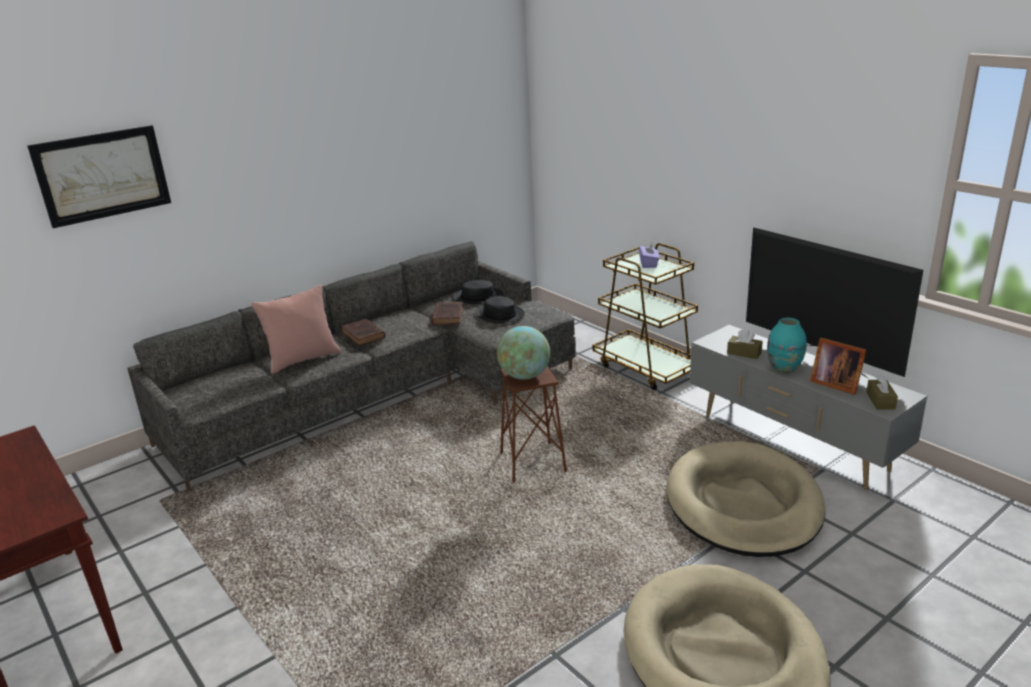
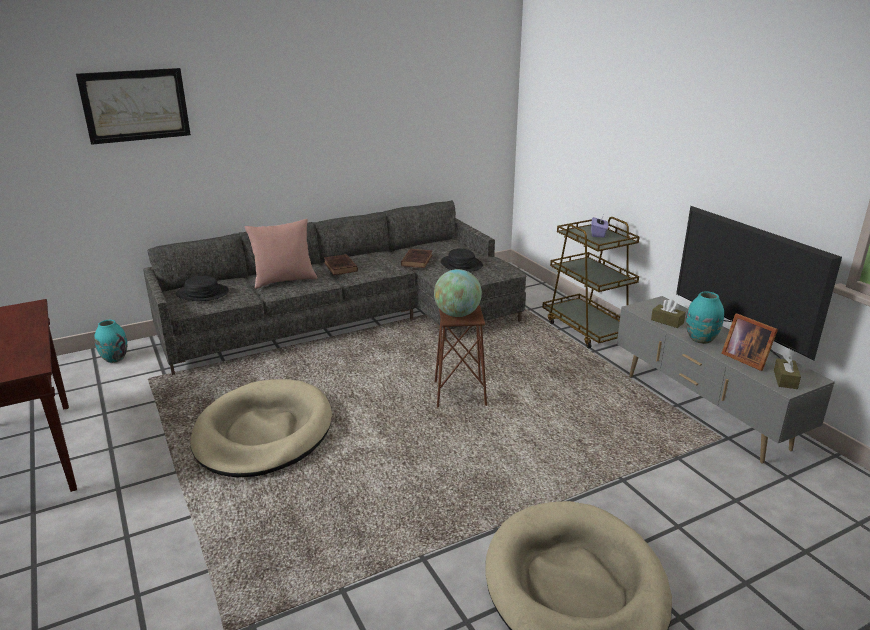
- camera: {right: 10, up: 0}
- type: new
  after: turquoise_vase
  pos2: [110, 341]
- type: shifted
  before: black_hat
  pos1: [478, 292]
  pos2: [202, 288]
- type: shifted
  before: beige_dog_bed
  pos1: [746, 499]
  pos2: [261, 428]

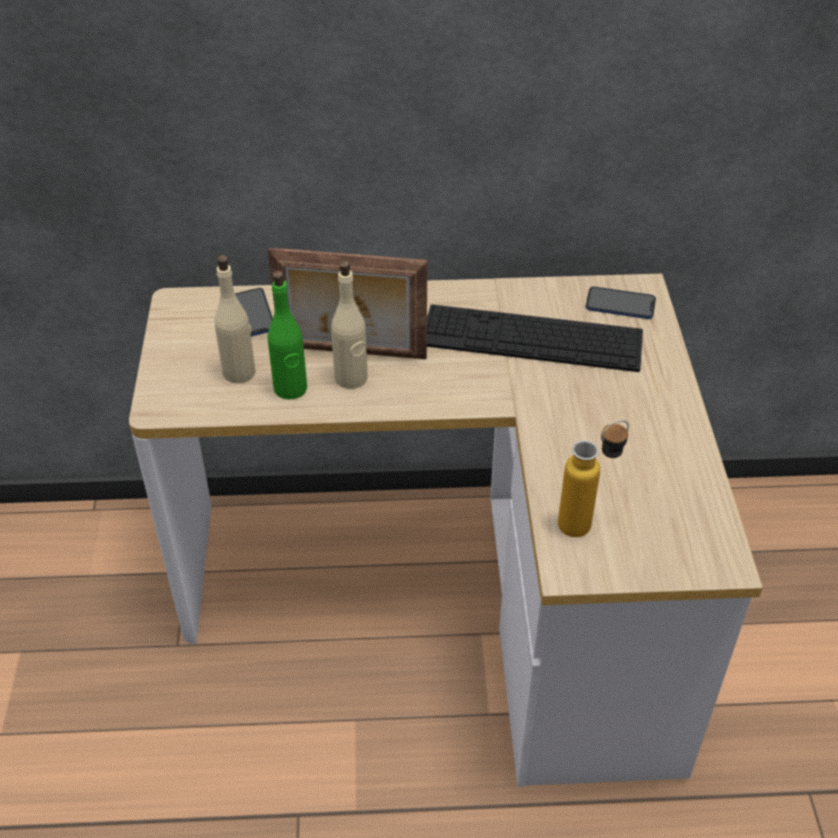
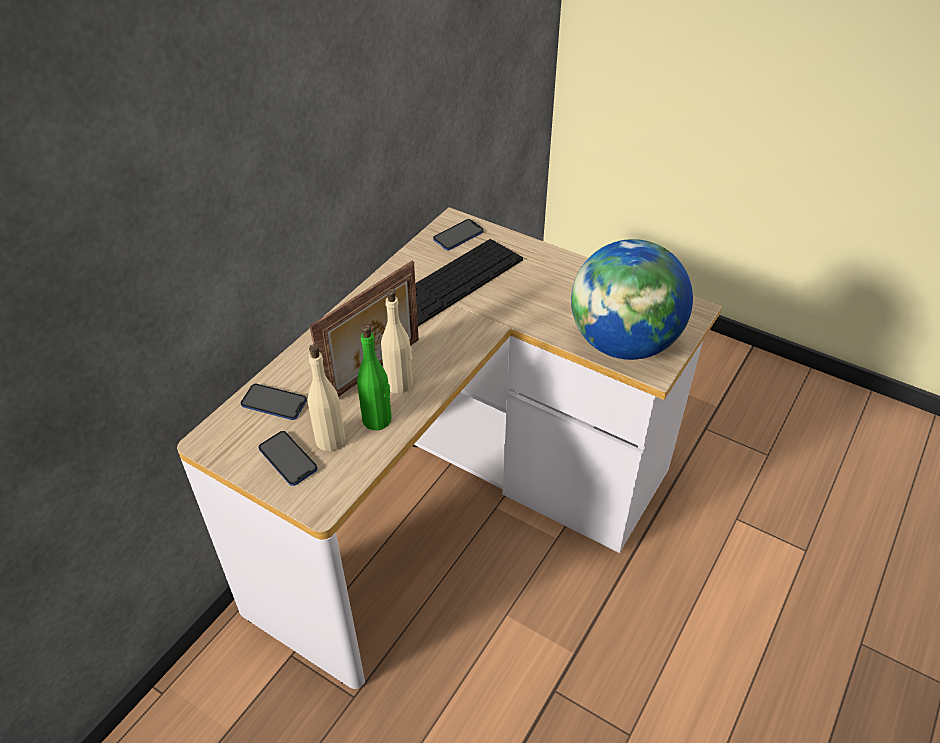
- camera: {right: -55, up: 0}
- type: new
  after: phone
  pos2: [288, 458]
- type: swapped
  before: bottle
  after: globe
  pos1: [593, 478]
  pos2: [632, 299]

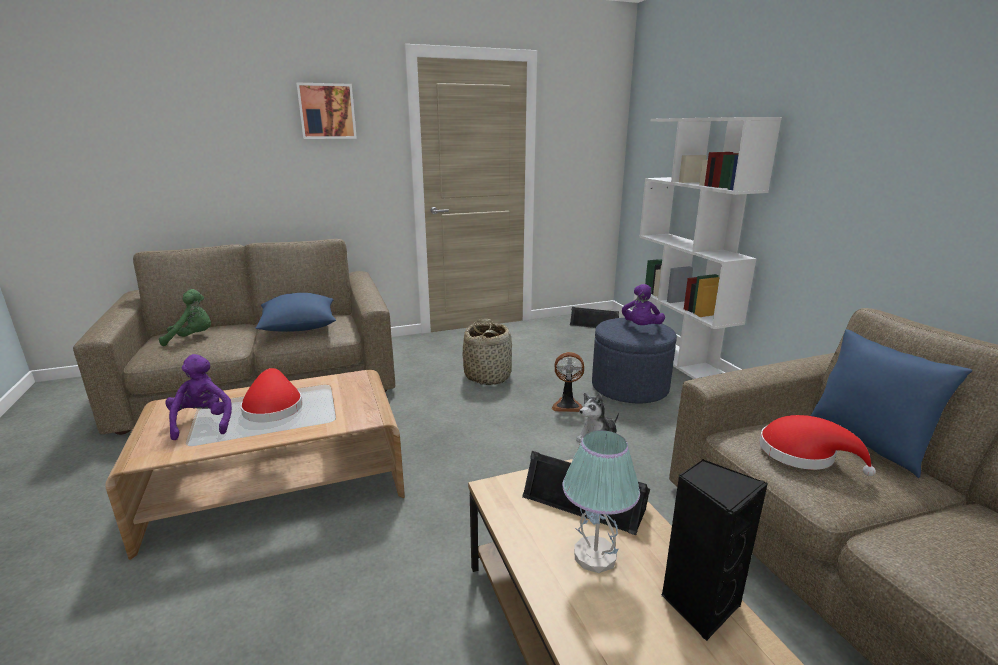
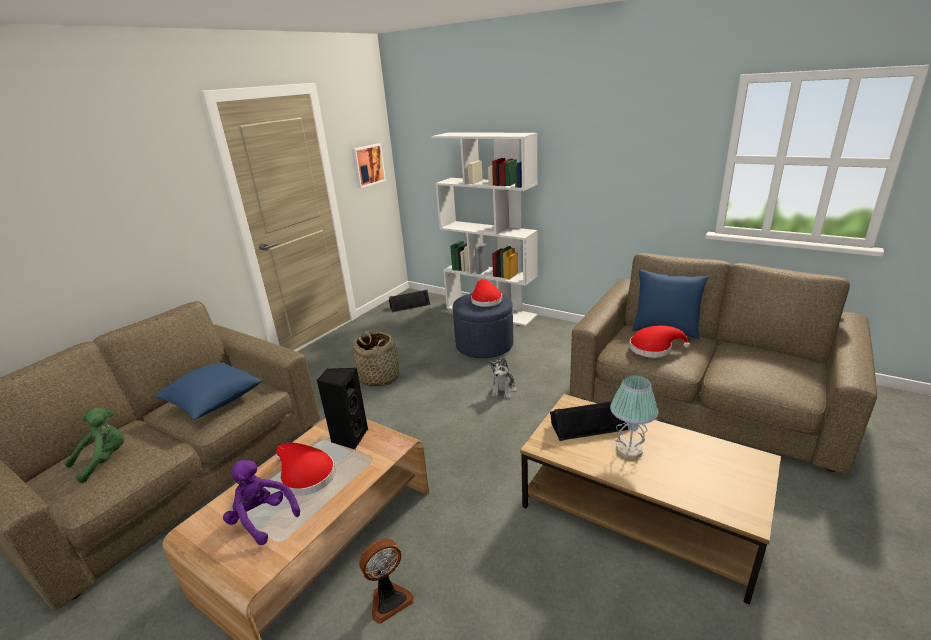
- camera: {right: -35, up: 5}
- type: shifted
  before: black_speaker
  pos1: [714, 550]
  pos2: [342, 409]
- type: shifted
  before: picture
  pos1: [326, 110]
  pos2: [369, 166]
- type: shifted
  before: fan
  pos1: [568, 382]
  pos2: [386, 581]
- type: swapped
  before: purple_plush_toy
  after: red_hat
  pos1: [643, 304]
  pos2: [486, 293]

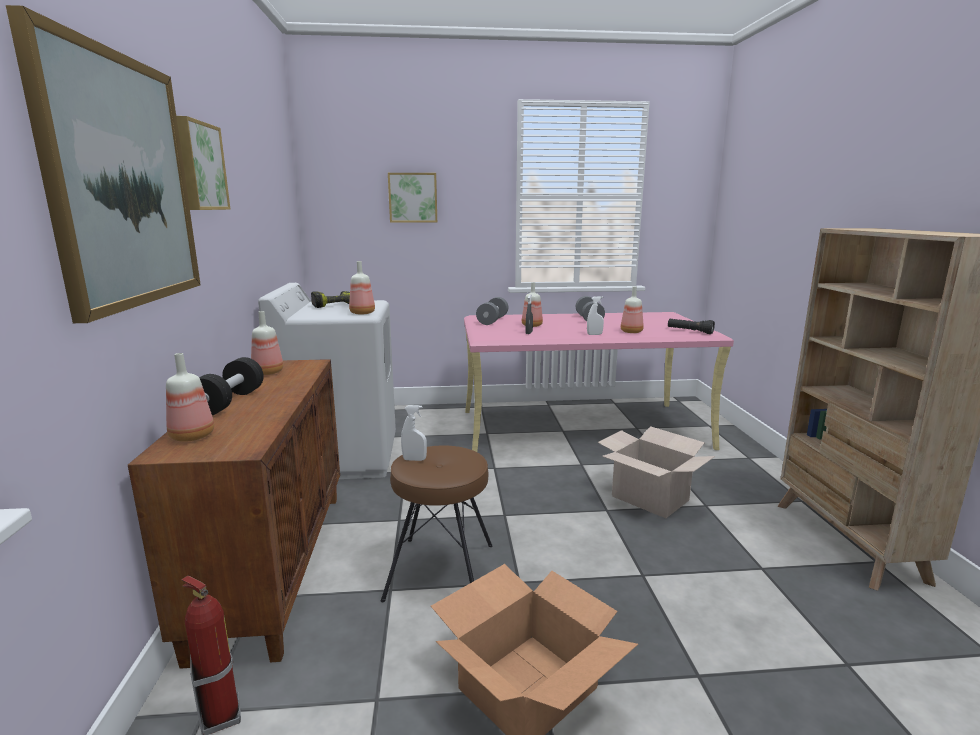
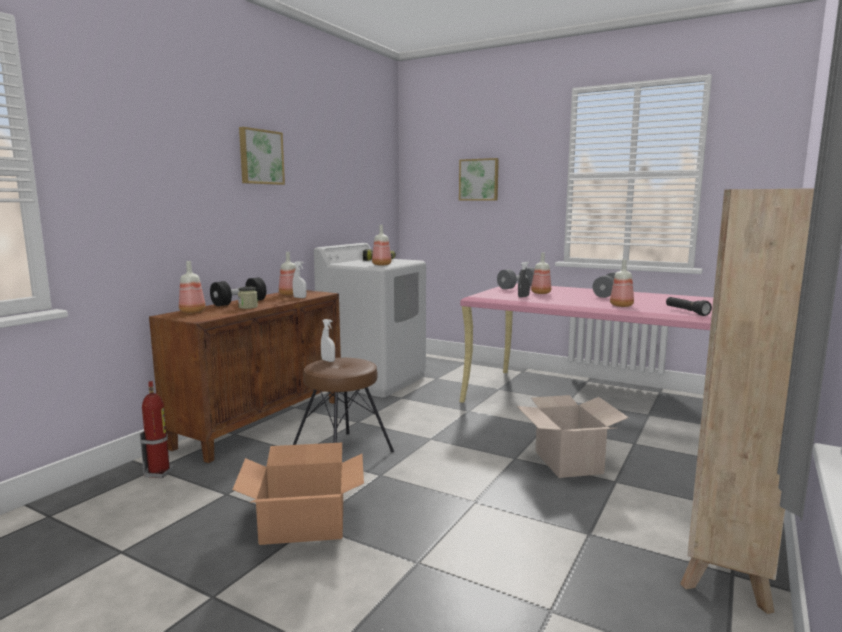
- camera: {right: 35, up: -5}
- type: new
  after: jar
  pos2: [248, 298]
- type: shifted
  before: white_spray_bottle
  pos1: [595, 315]
  pos2: [300, 279]
- type: gone
  before: picture
  pos1: [103, 164]

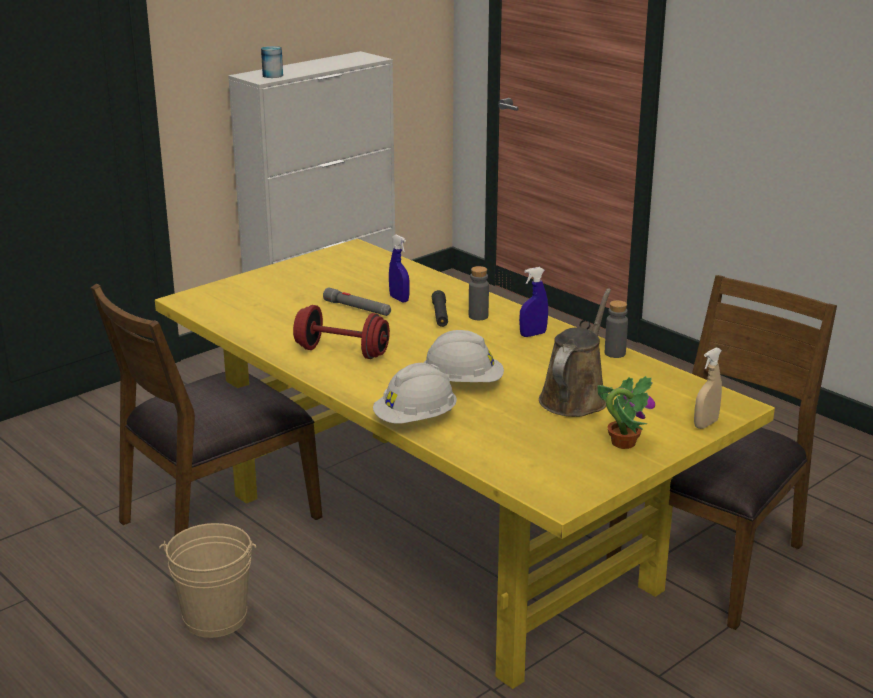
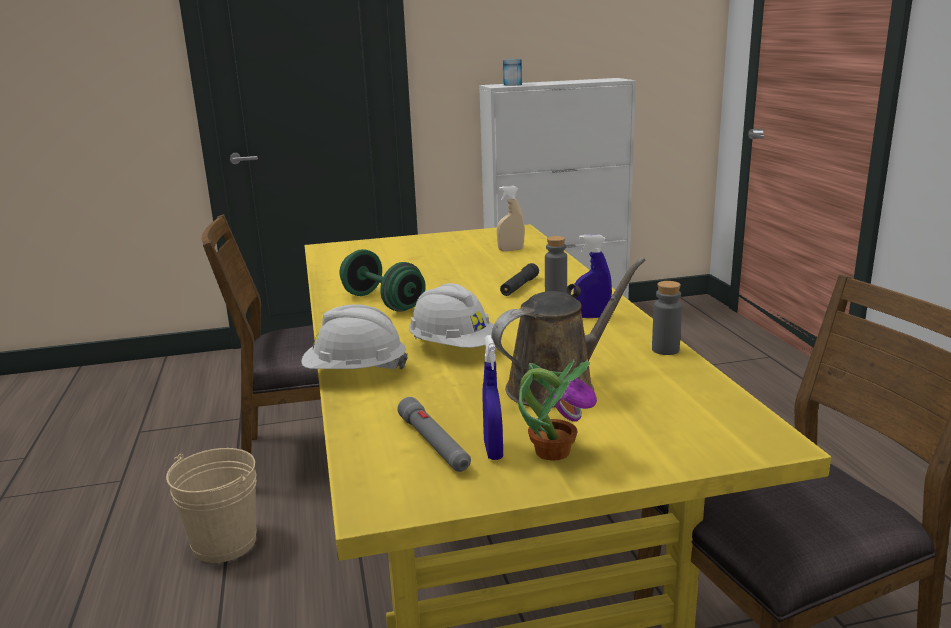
- camera: {right: 30, up: -5}
- type: repainted
  before: red_dumbbell
  after: green_dumbbell
  pos1: [341, 332]
  pos2: [383, 280]
- type: shifted
  before: grey_flashlight
  pos1: [357, 301]
  pos2: [434, 434]
- type: shifted
  before: blue_spray_bottle
  pos1: [399, 268]
  pos2: [493, 397]
- type: shifted
  before: beige_spray_bottle
  pos1: [708, 388]
  pos2: [511, 218]

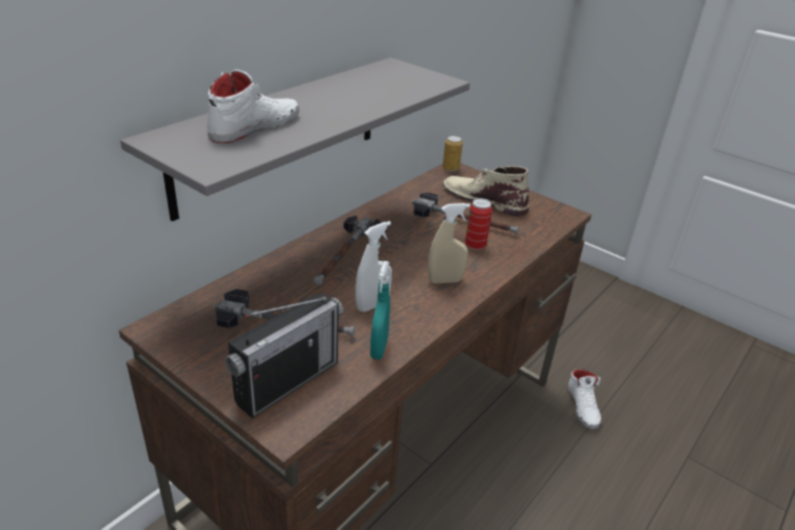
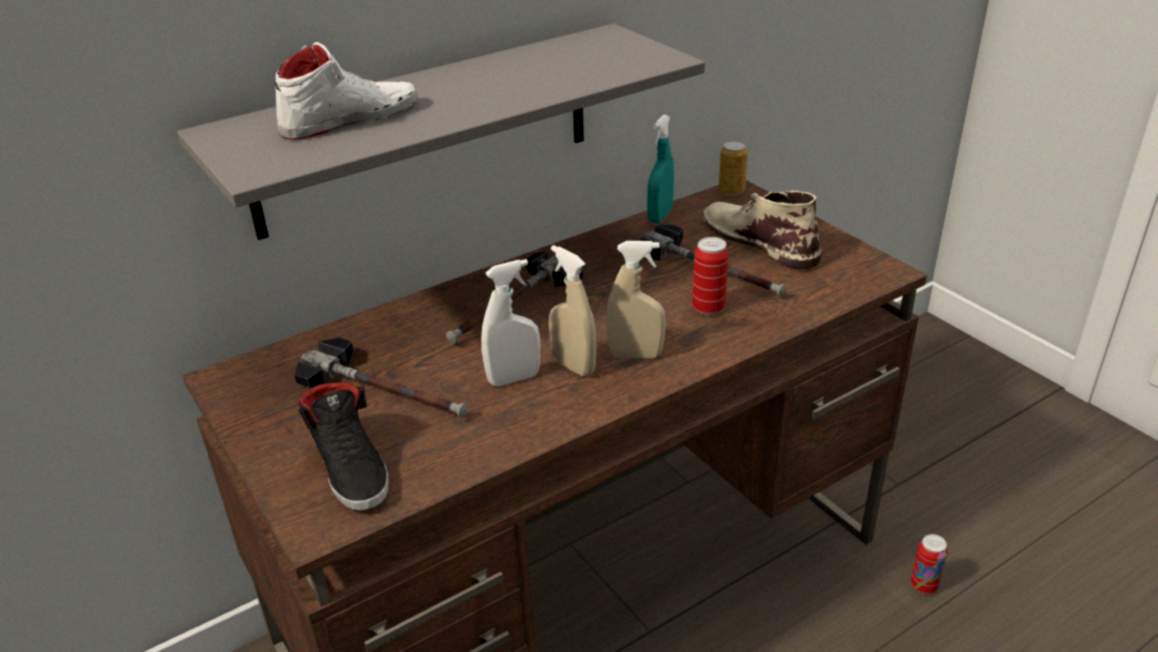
- camera: {right: 20, up: 0}
- type: swapped
  before: radio
  after: black_shoe
  pos1: [284, 355]
  pos2: [344, 446]
- type: new
  after: beige_spray_bottle
  pos2: [572, 311]
- type: shifted
  before: turquoise_spray_bottle
  pos1: [380, 310]
  pos2: [660, 169]
- type: swapped
  before: white_shoe
  after: can
  pos1: [584, 399]
  pos2: [929, 564]

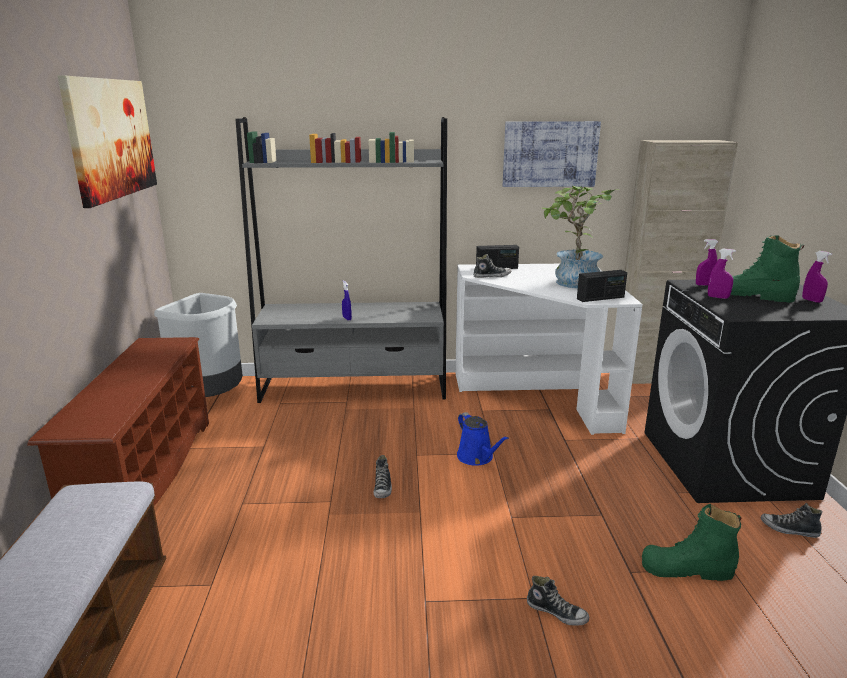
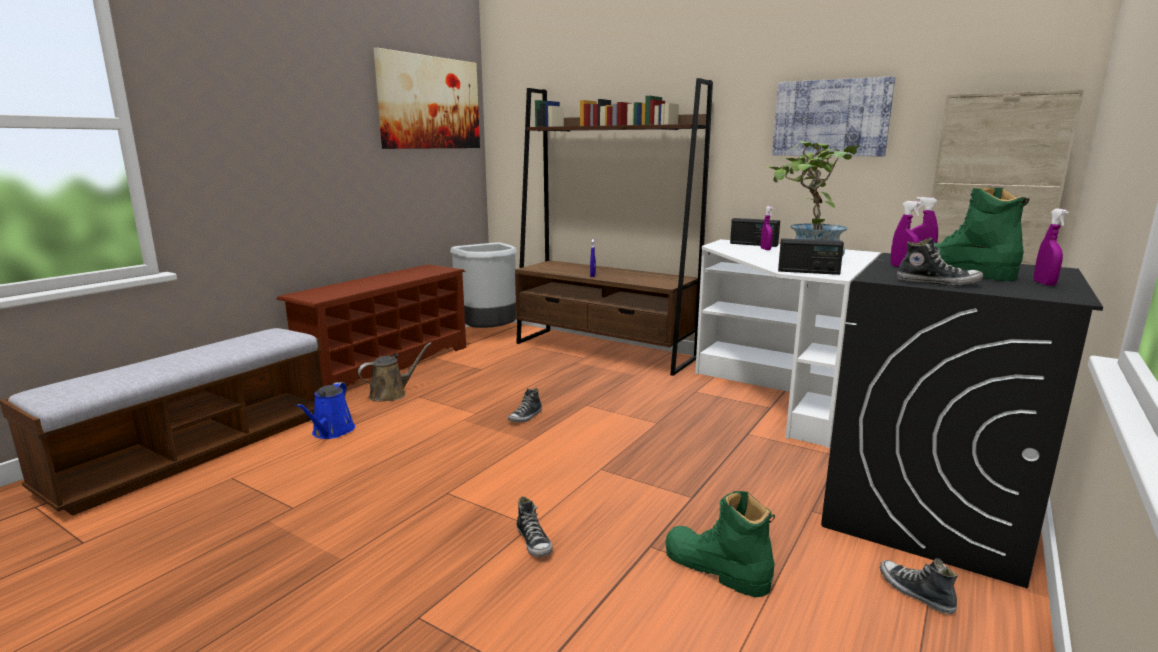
- camera: {right: 35, up: -5}
- type: shifted
  before: blue_watering_can
  pos1: [483, 439]
  pos2: [325, 410]
- type: new
  after: brown_watering_can
  pos2: [395, 371]
- type: repainted
  before: grey_bookcase
  after: brown_bookcase
  pos1: [341, 260]
  pos2: [614, 227]
- type: new
  after: purple_spray_bottle
  pos2: [767, 228]
- type: shifted
  before: shoe
  pos1: [492, 266]
  pos2: [940, 262]

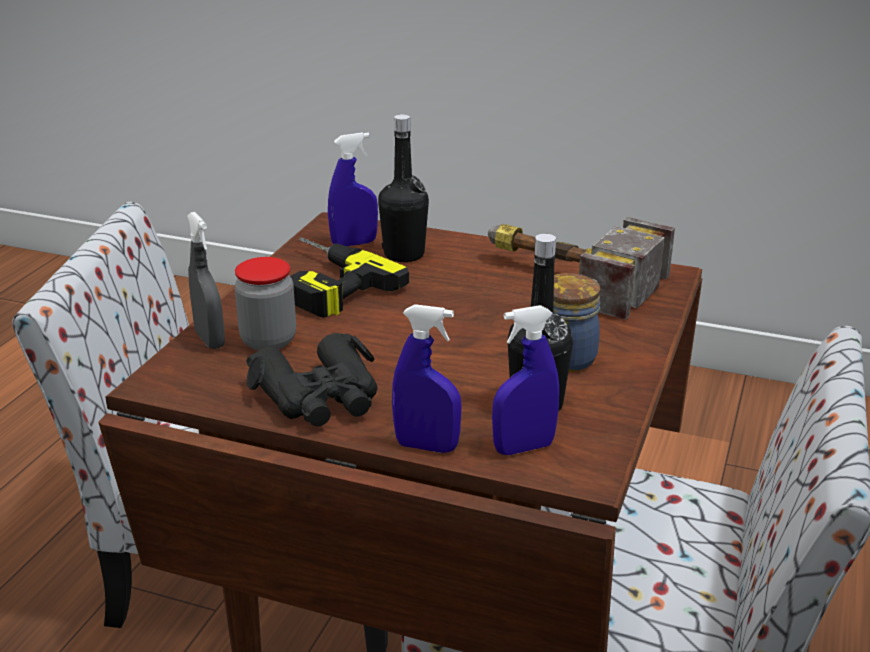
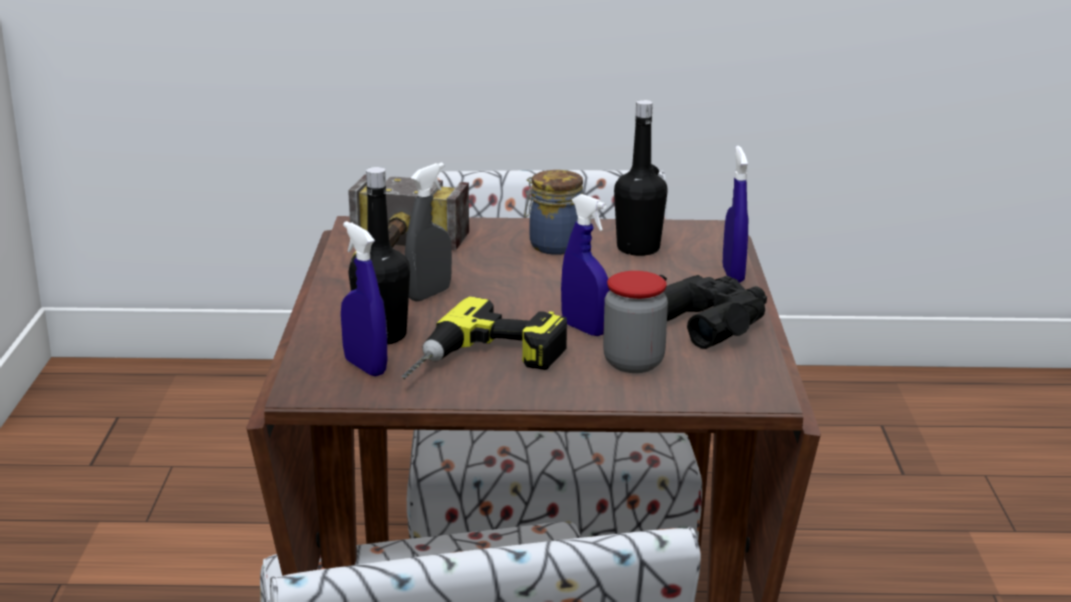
- camera: {right: -110, up: -5}
- type: shifted
  before: grey_spray_bottle
  pos1: [206, 280]
  pos2: [428, 232]
- type: shifted
  before: blue_spray_bottle
  pos1: [525, 380]
  pos2: [585, 265]

